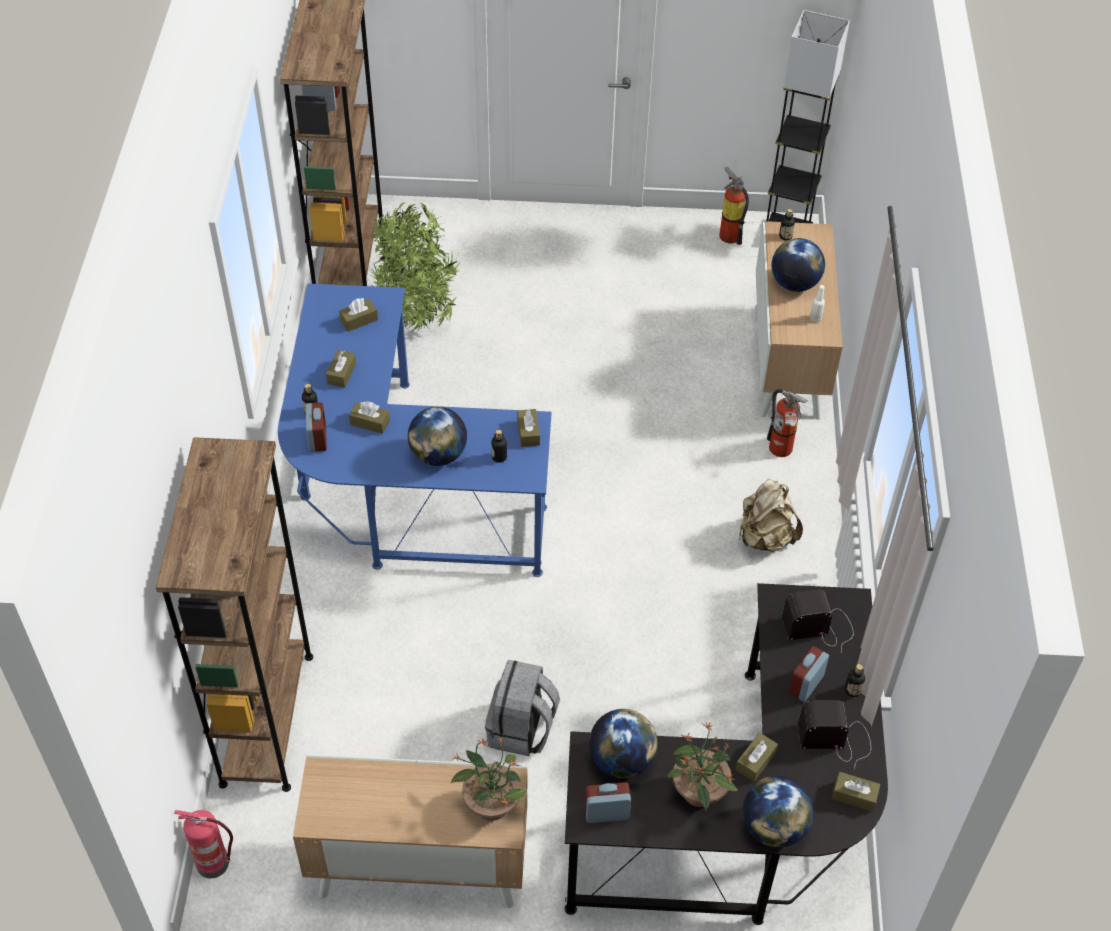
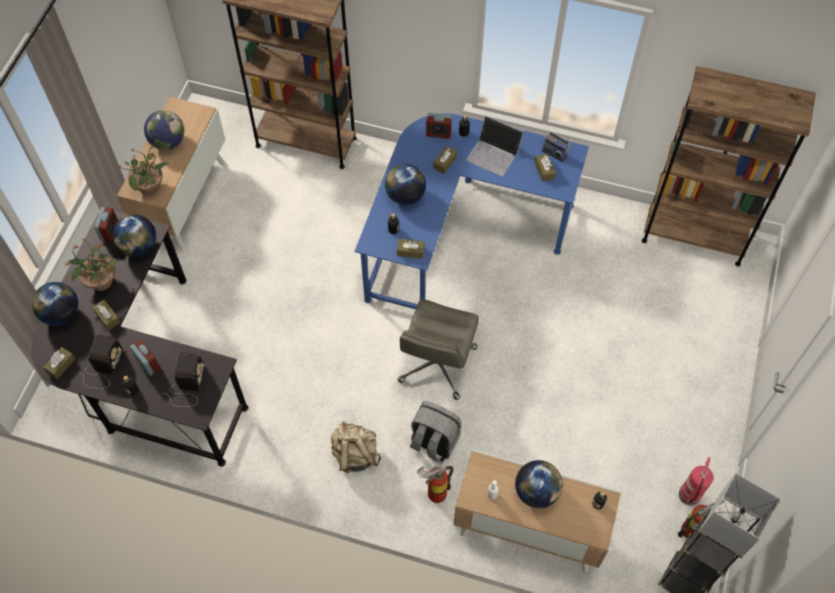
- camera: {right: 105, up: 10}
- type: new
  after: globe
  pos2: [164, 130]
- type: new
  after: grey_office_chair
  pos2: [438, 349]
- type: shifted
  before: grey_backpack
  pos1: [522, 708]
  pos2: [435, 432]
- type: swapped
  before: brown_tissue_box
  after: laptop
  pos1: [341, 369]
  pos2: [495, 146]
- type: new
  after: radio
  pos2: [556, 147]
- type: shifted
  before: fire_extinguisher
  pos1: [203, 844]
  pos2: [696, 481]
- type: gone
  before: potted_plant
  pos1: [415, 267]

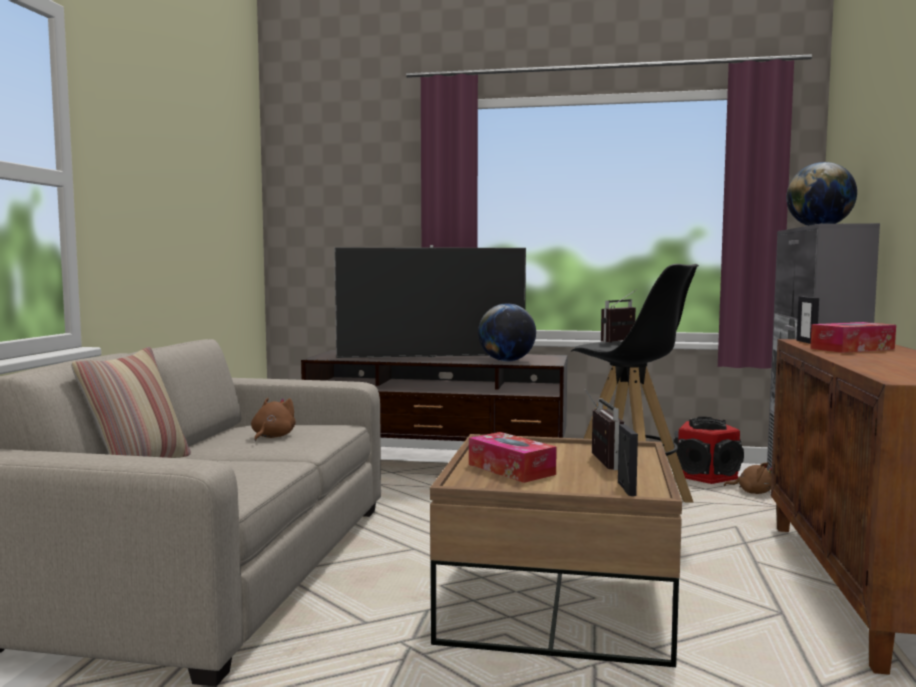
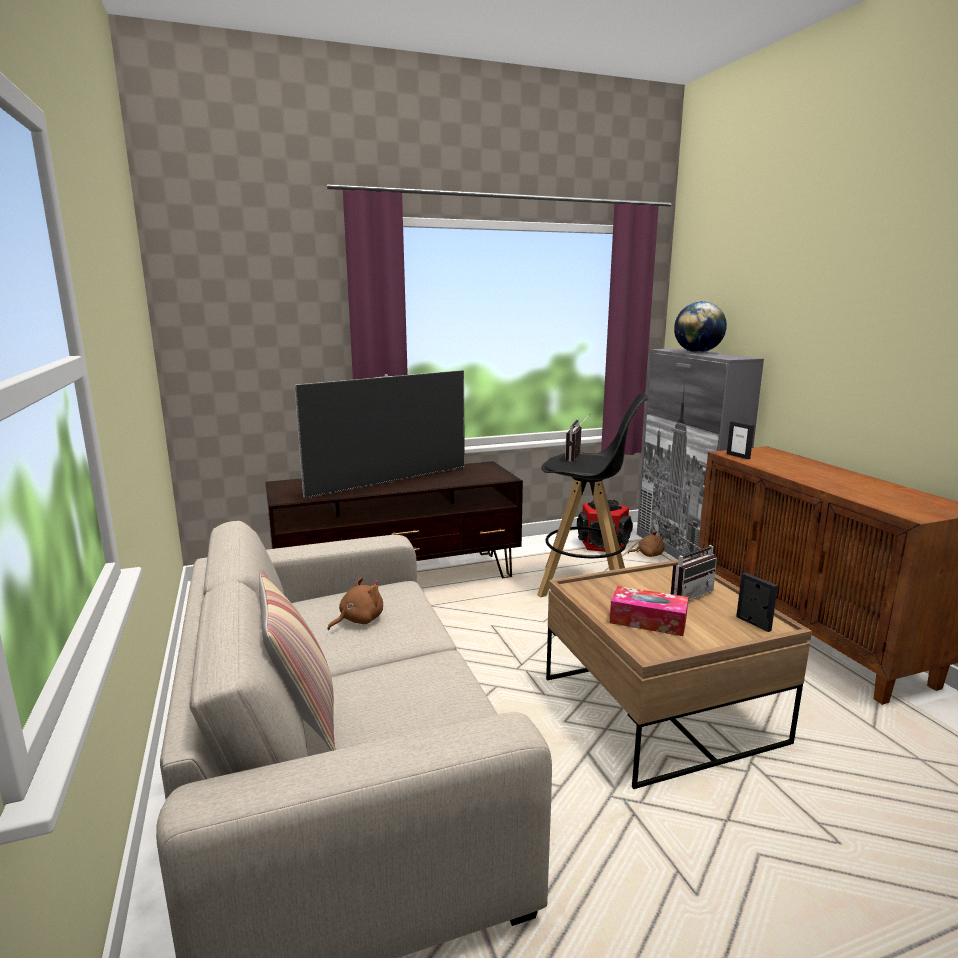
- camera: {right: -30, up: 10}
- type: rotated
  before: brown_plush_toy
  pos1: [273, 419]
  pos2: [355, 603]
  turn: 60
- type: rotated
  before: radio
  pos1: [605, 429]
  pos2: [694, 567]
  turn: 90
- type: gone
  before: globe
  pos1: [507, 332]
- type: gone
  before: tissue_box
  pos1: [853, 337]

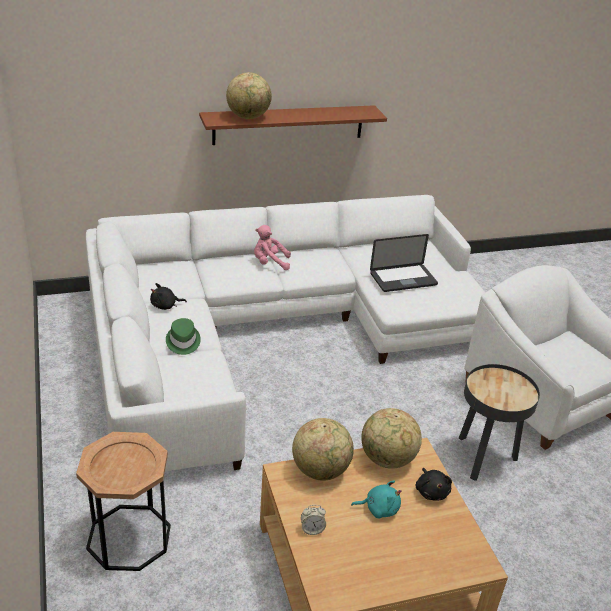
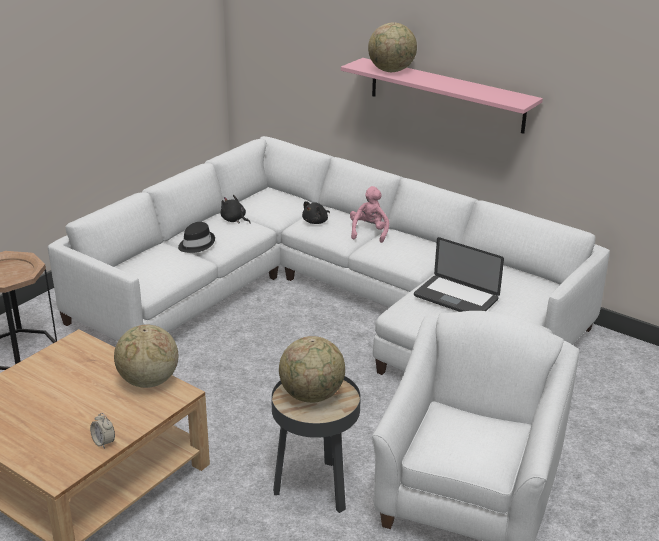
- camera: {right: 55, up: -5}
- type: shifted
  before: alarm_clock
  pos1: [313, 520]
  pos2: [102, 431]
- type: repainted
  before: green_hat
  after: black_hat
  pos1: [183, 336]
  pos2: [196, 237]
- type: shifted
  before: globe
  pos1: [323, 449]
  pos2: [312, 369]
- type: shifted
  before: black_plush_toy
  pos1: [433, 484]
  pos2: [316, 212]
- type: repainted
  before: brown_shelf
  after: pink_shelf
  pos1: [293, 125]
  pos2: [442, 96]
- type: rotated
  before: pink_plush_toy
  pos1: [272, 247]
  pos2: [369, 214]
  turn: 45
- type: gone
  before: turquoise_plush_toy
  pos1: [376, 500]

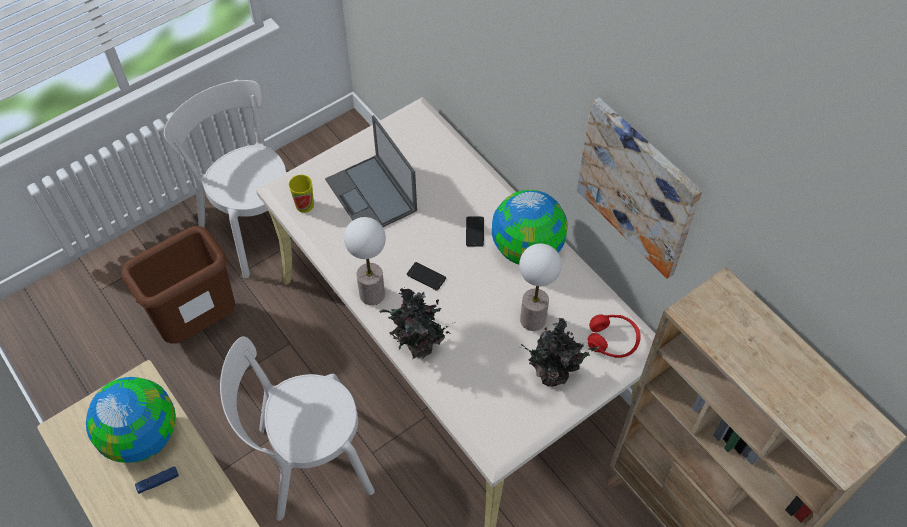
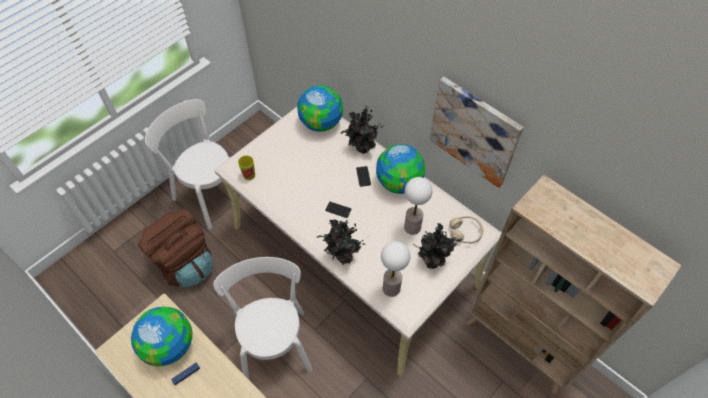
- camera: {right: -10, up: 0}
- type: swapped
  before: brown_trash_can
  after: brown_backpack
  pos1: [178, 285]
  pos2: [175, 248]
- type: rotated
  before: white_chair
  pos1: [297, 428]
  pos2: [263, 318]
  turn: 105
- type: new
  after: globe
  pos2: [320, 108]
- type: new
  after: potted_plant
  pos2: [361, 130]
- type: shifted
  before: table_lamp
  pos1: [365, 261]
  pos2: [396, 269]
- type: repainted
  before: red_headphones
  after: beige_headphones
  pos1: [614, 336]
  pos2: [466, 230]
- type: gone
  before: laptop
  pos1: [371, 171]

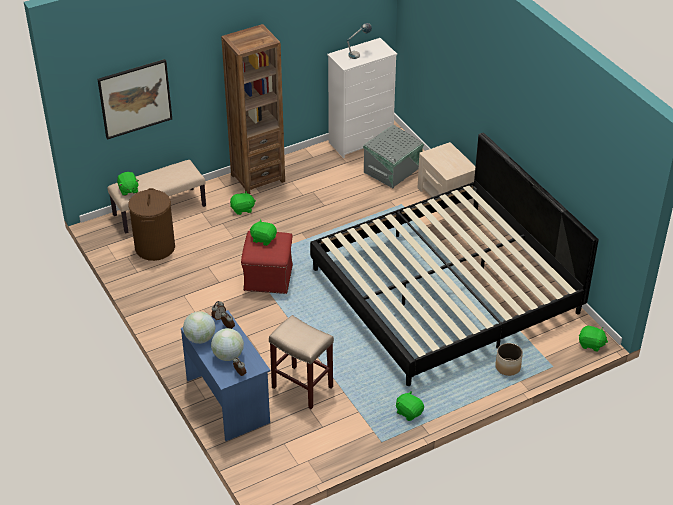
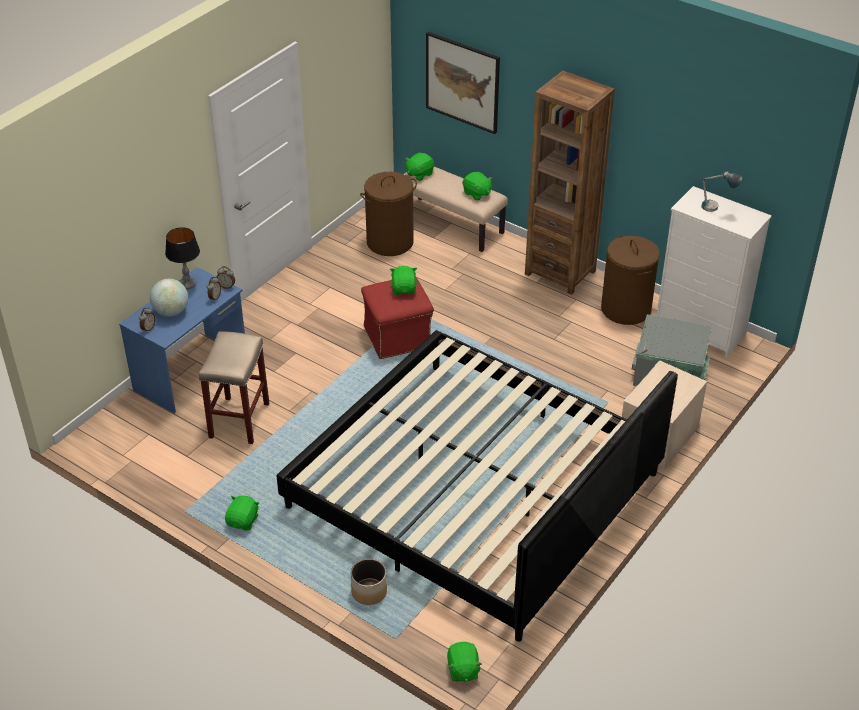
- camera: {right: 65, up: 0}
- type: swapped
  before: globe
  after: table_lamp
  pos1: [199, 327]
  pos2: [182, 258]
- type: shifted
  before: green_plush_toy
  pos1: [243, 203]
  pos2: [477, 186]
- type: new
  after: brown_laundry_basket
  pos2: [630, 280]

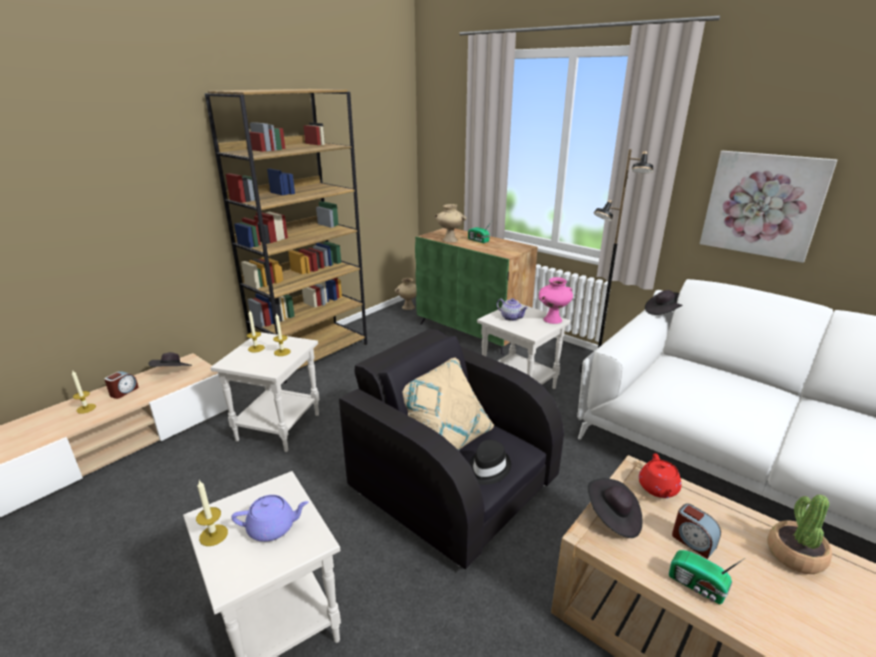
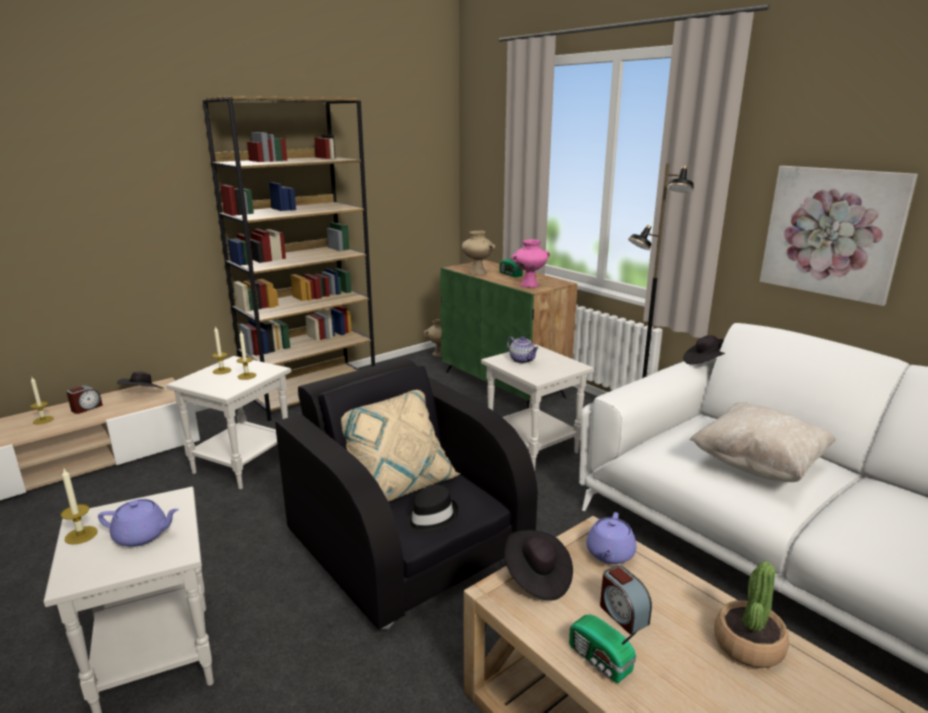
- camera: {right: 10, up: -5}
- type: shifted
  before: pink_vase
  pos1: [556, 300]
  pos2: [530, 263]
- type: repainted
  before: red_teapot
  after: purple_teapot
  pos1: [660, 475]
  pos2: [611, 538]
- type: new
  after: beige_pillow
  pos2: [762, 442]

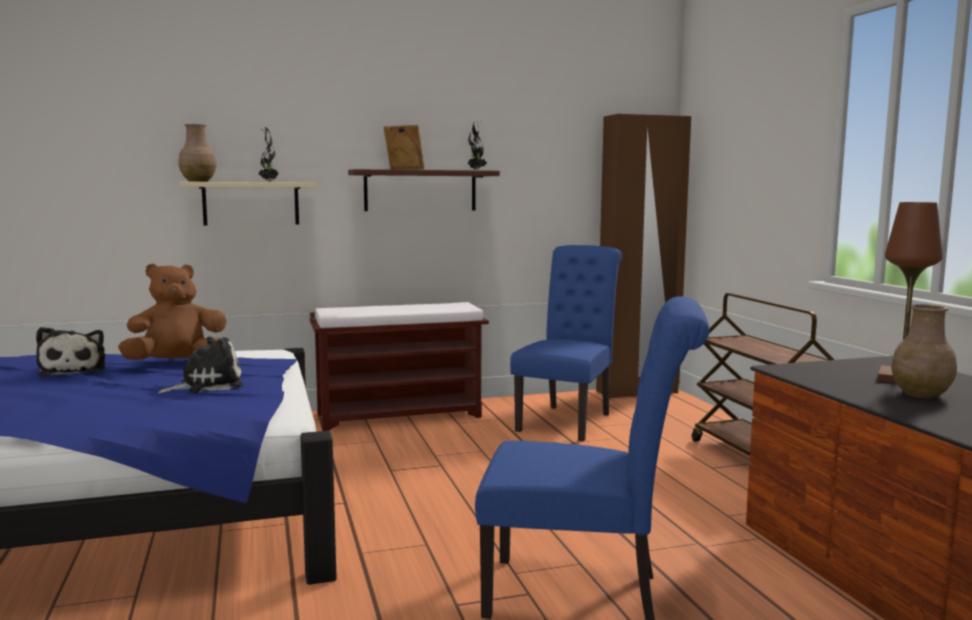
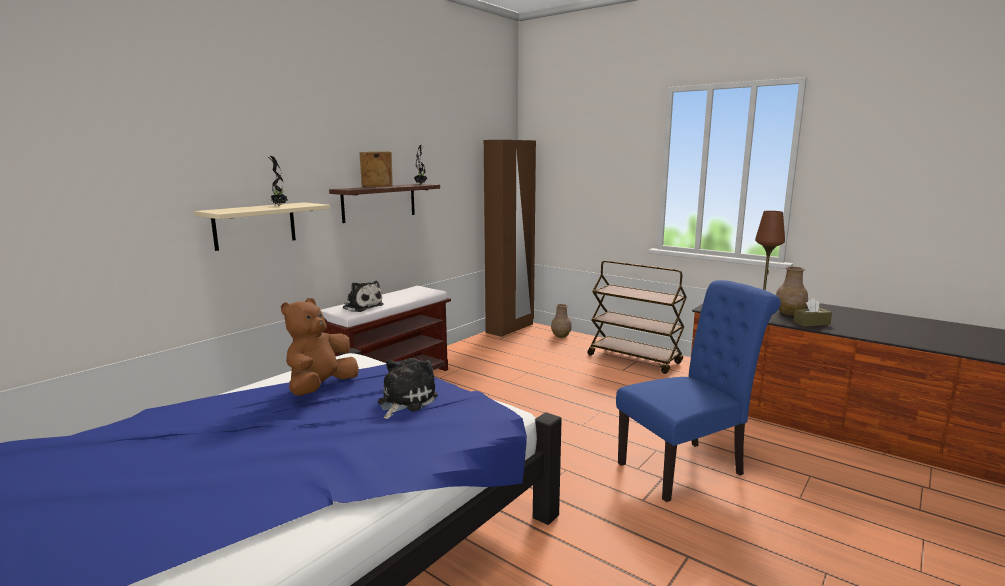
- camera: {right: -35, up: 5}
- type: shifted
  before: plush_toy
  pos1: [71, 352]
  pos2: [363, 296]
- type: shifted
  before: brown_vase
  pos1: [197, 153]
  pos2: [561, 321]
- type: new
  after: brown_tissue_box
  pos2: [812, 312]
- type: gone
  before: blue_chair
  pos1: [566, 343]

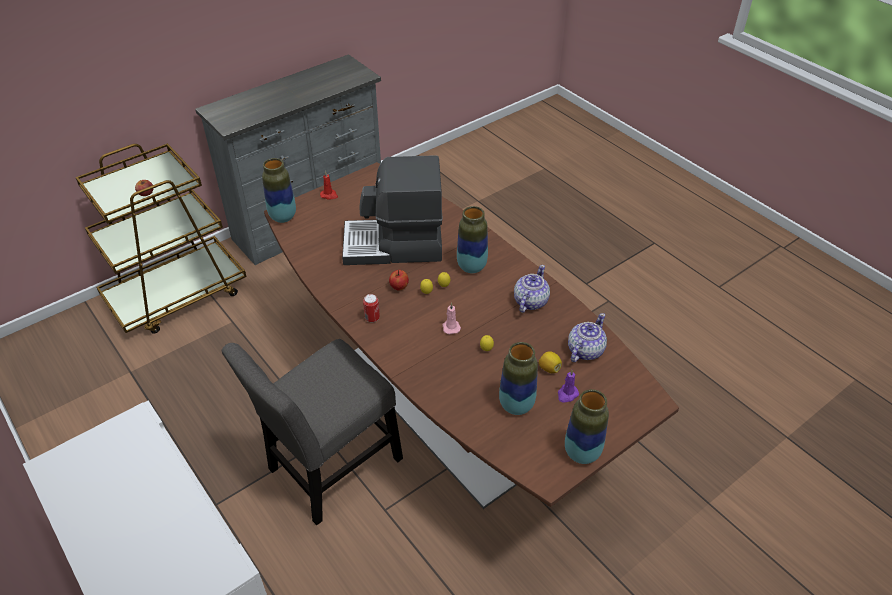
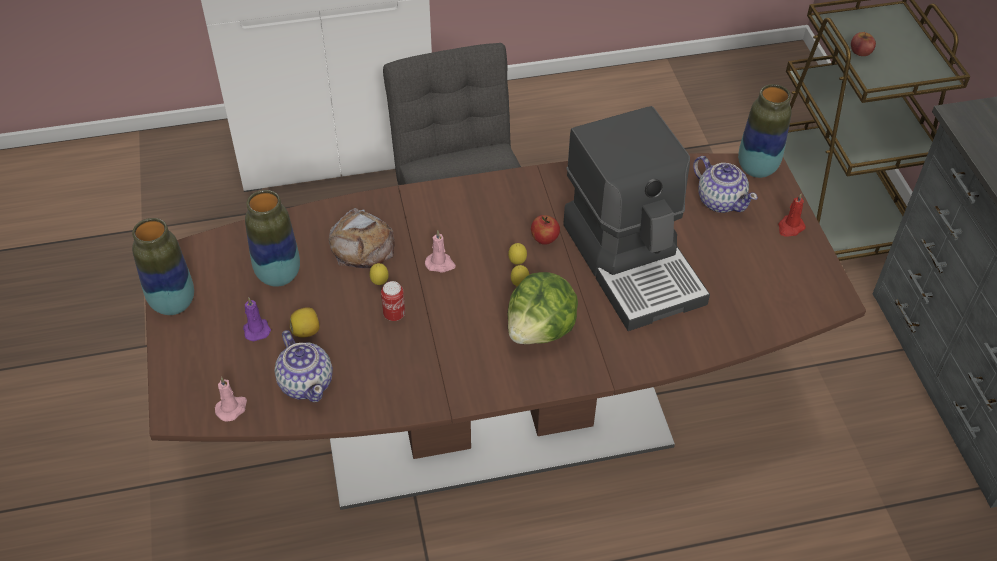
- camera: {right: 115, up: 5}
- type: new
  after: pink_candle
  pos2: [231, 399]
- type: new
  after: bread
  pos2: [362, 238]
- type: shifted
  before: can
  pos1: [371, 308]
  pos2: [393, 301]
- type: swapped
  before: vase
  after: lettuce
  pos1: [472, 239]
  pos2: [542, 308]
- type: rotated
  before: coffee_machine
  pos1: [392, 210]
  pos2: [636, 218]
  turn: 135
- type: shifted
  before: teapot
  pos1: [532, 289]
  pos2: [725, 184]

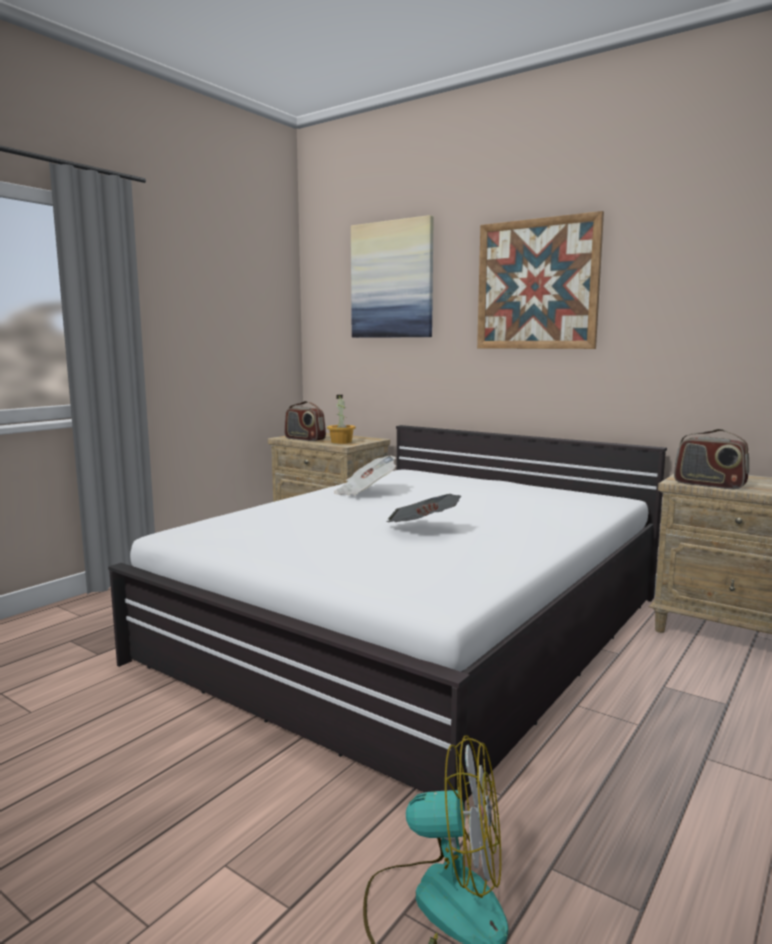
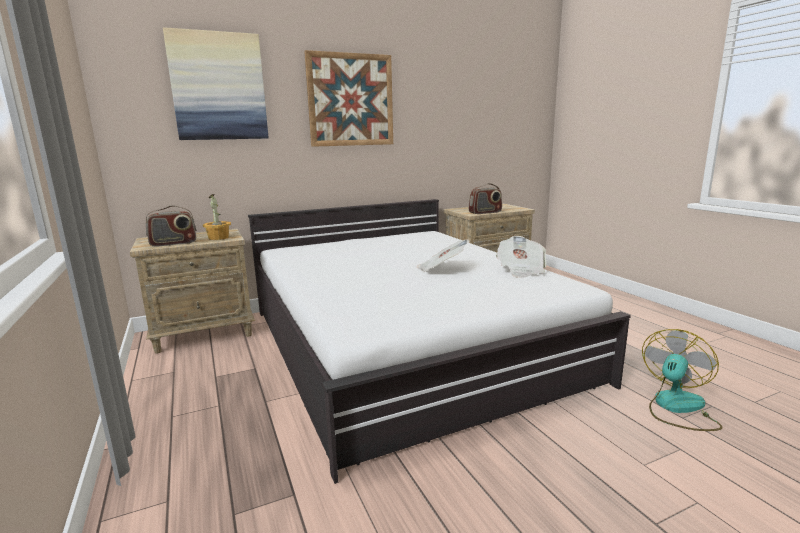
- camera: {right: -60, up: 5}
- type: shifted
  before: newspaper
  pos1: [365, 476]
  pos2: [521, 257]

